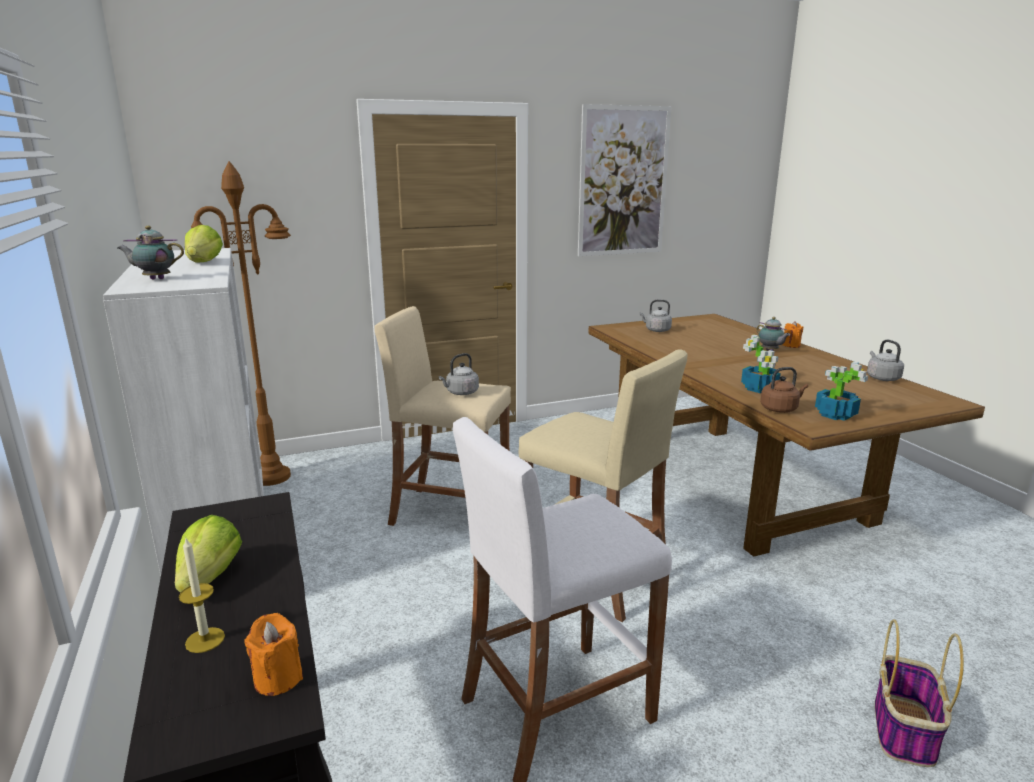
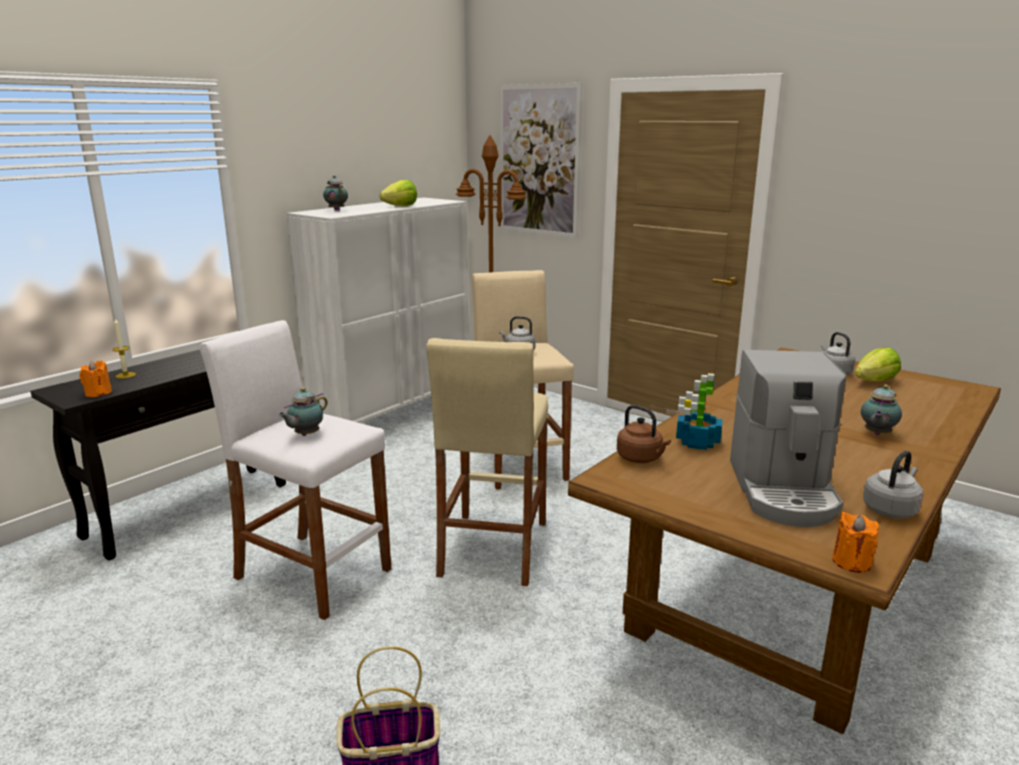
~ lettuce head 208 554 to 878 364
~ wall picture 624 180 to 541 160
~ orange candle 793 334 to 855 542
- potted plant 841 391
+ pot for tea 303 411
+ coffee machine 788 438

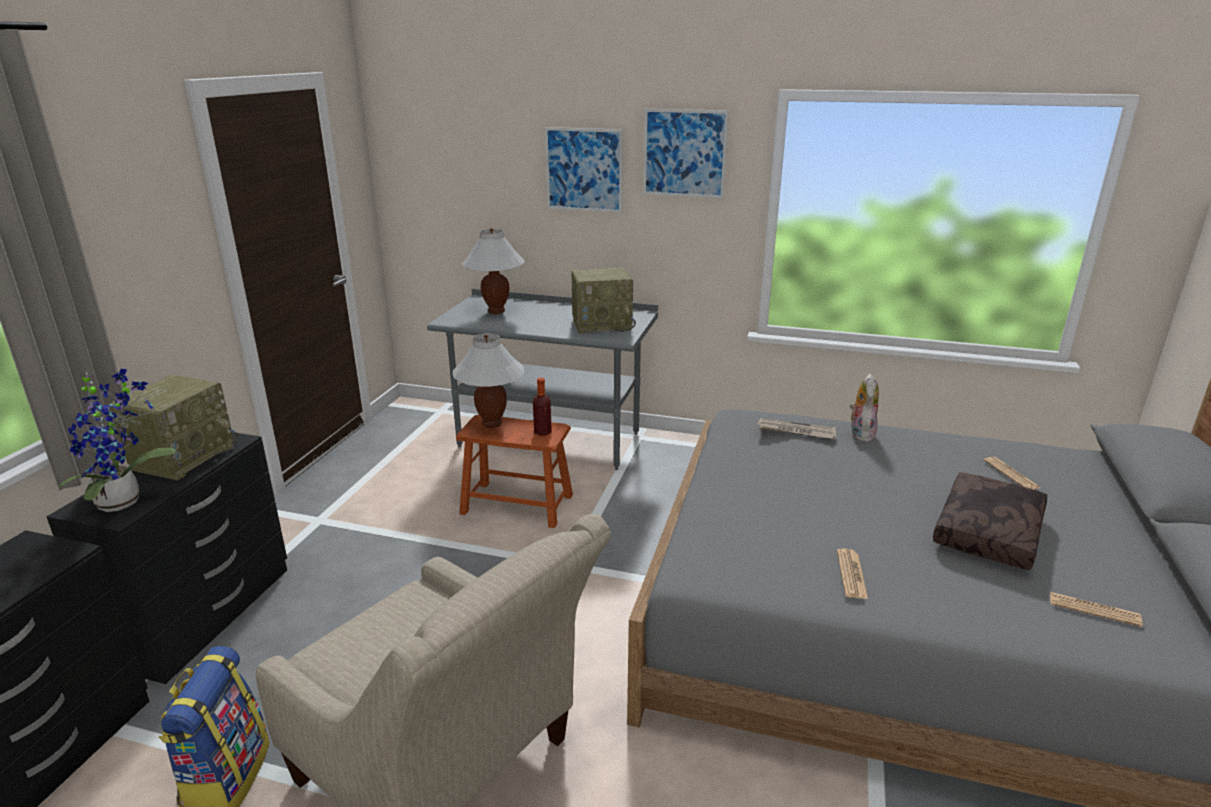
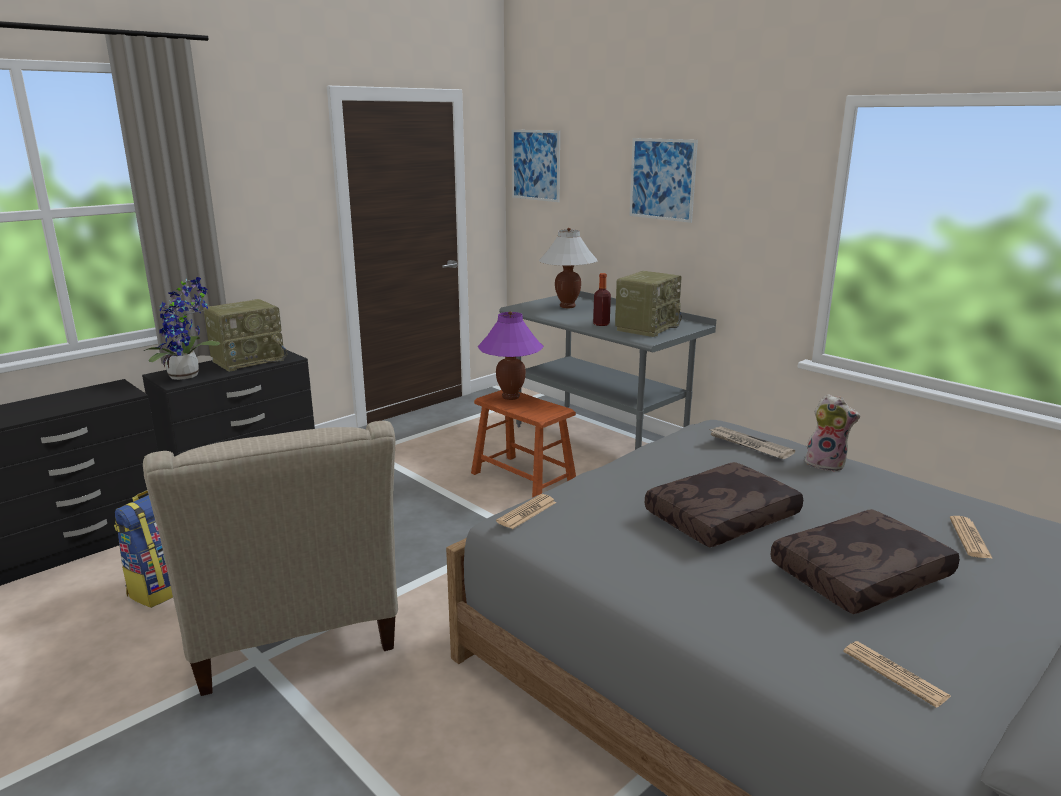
~ whitish lamp for a table 488 381 to purple lamp for a table 511 355
~ drink bottle 542 407 to 602 299
~ radio set 603 300 = 648 304 75 degrees counterclockwise
~ wall picture 686 153 to 536 166
~ newspaper 852 574 to 526 511
~ soft toy 864 407 = 832 433 75 degrees clockwise
+ brownish throw pillow 724 504

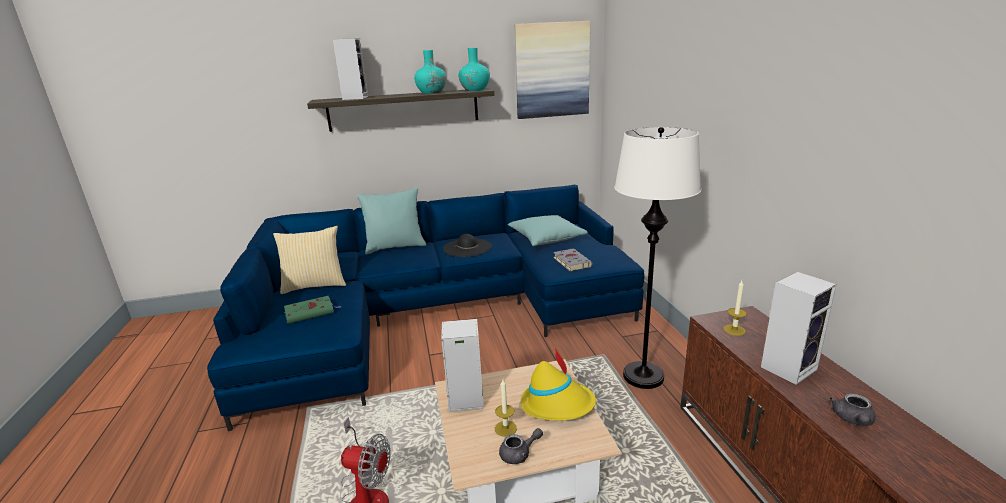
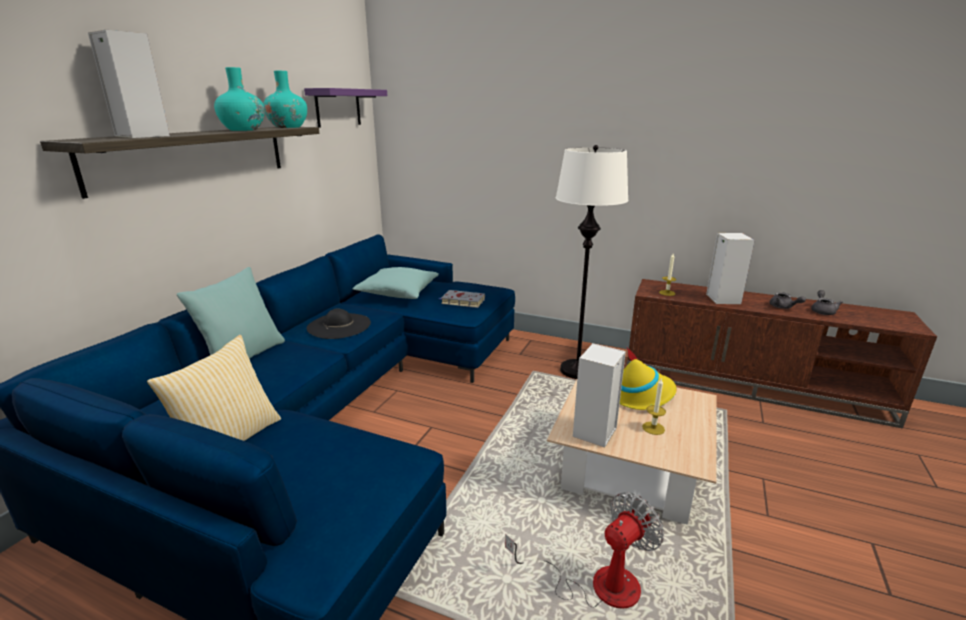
- green bound book 312 310
~ greyish pot for tea 521 446 to 827 302
~ wall picture 552 70 to purple bracket shelf 345 108

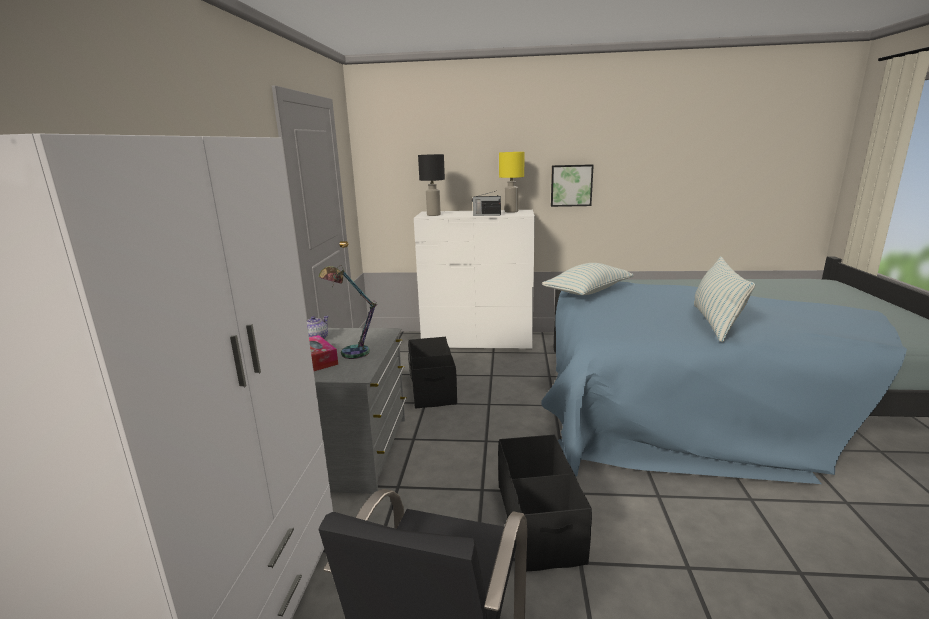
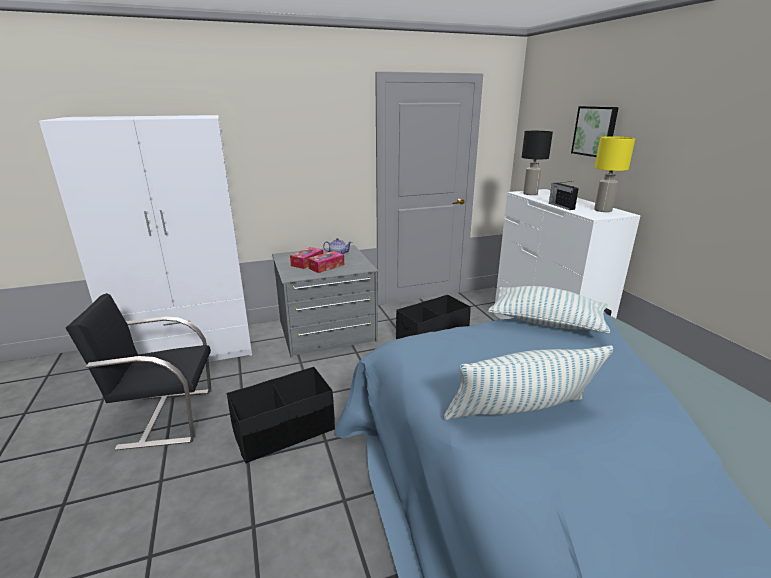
~ lamp for a table 347 312 to box of tissues 326 262
~ wall picture 572 185 to 595 131

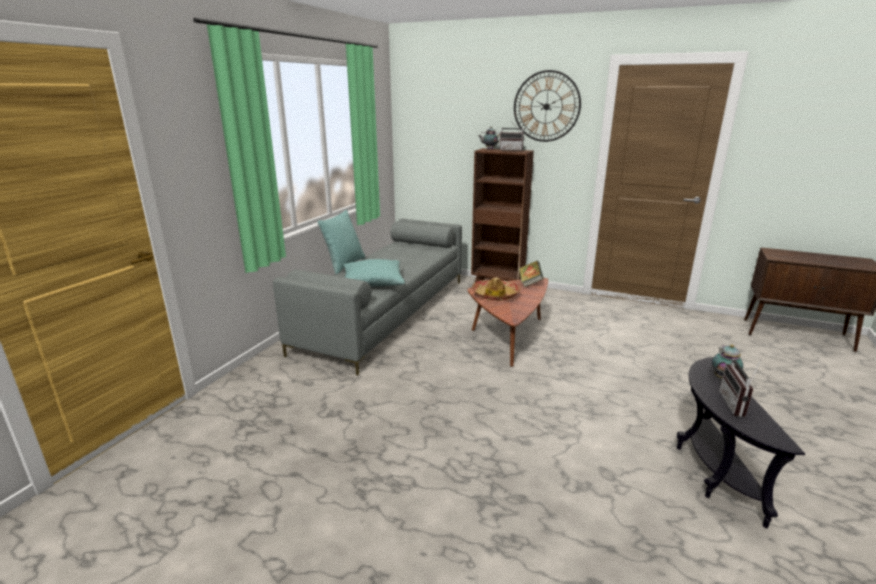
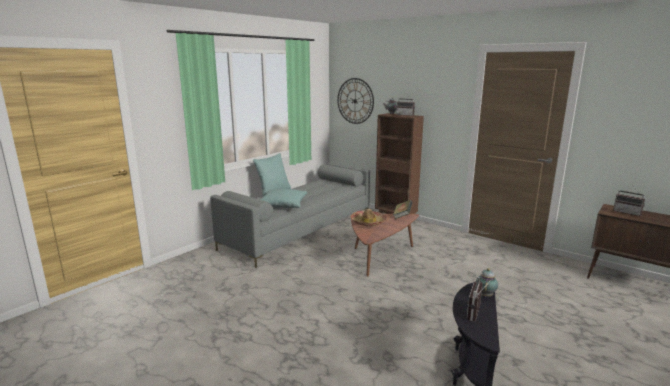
~ clock on the wall 547 106 to 355 101
+ radio set 629 201

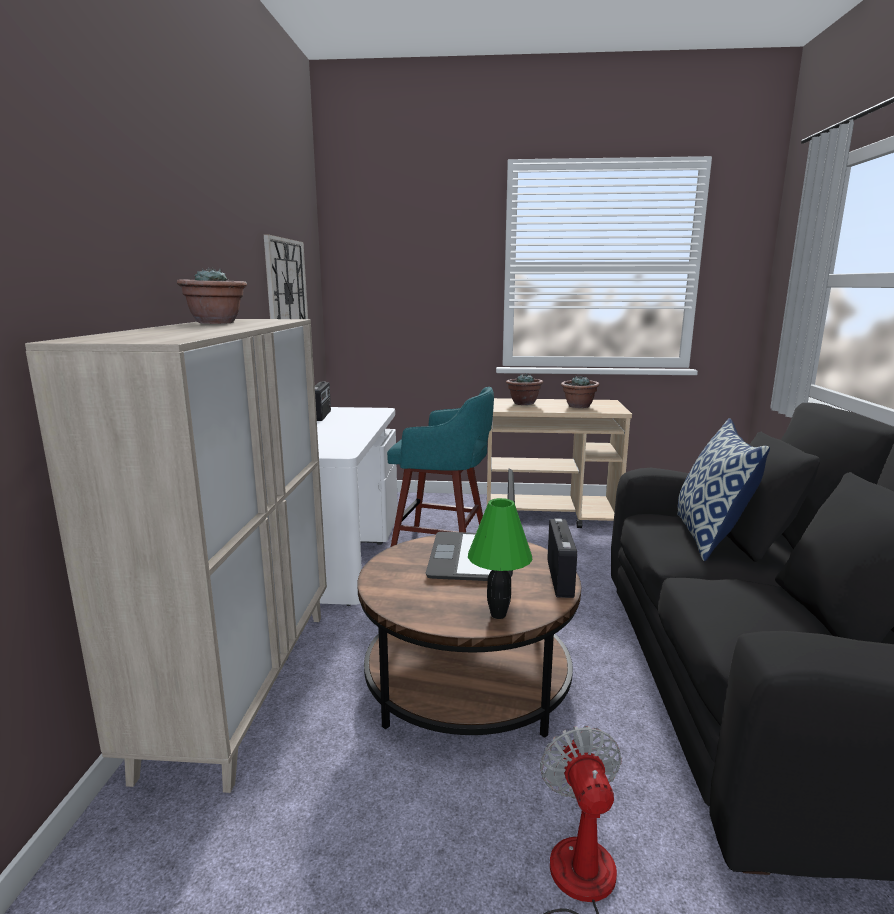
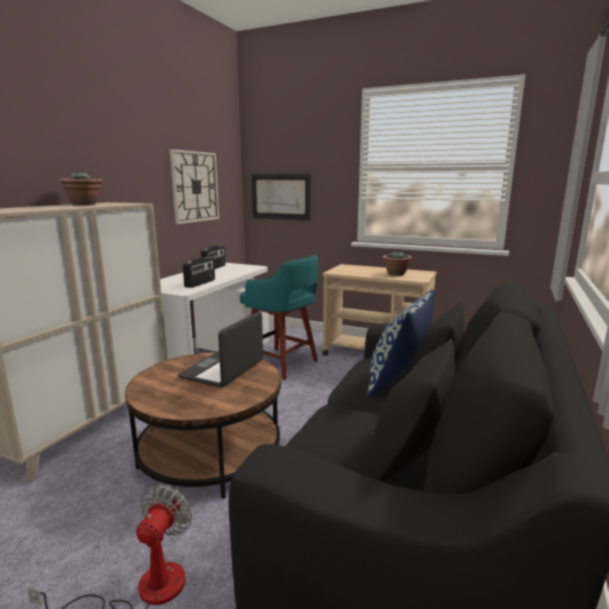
- green lamp for a table 500 558
- potted plant 524 389
~ radio set 562 558 to 199 272
+ wall picture 281 197

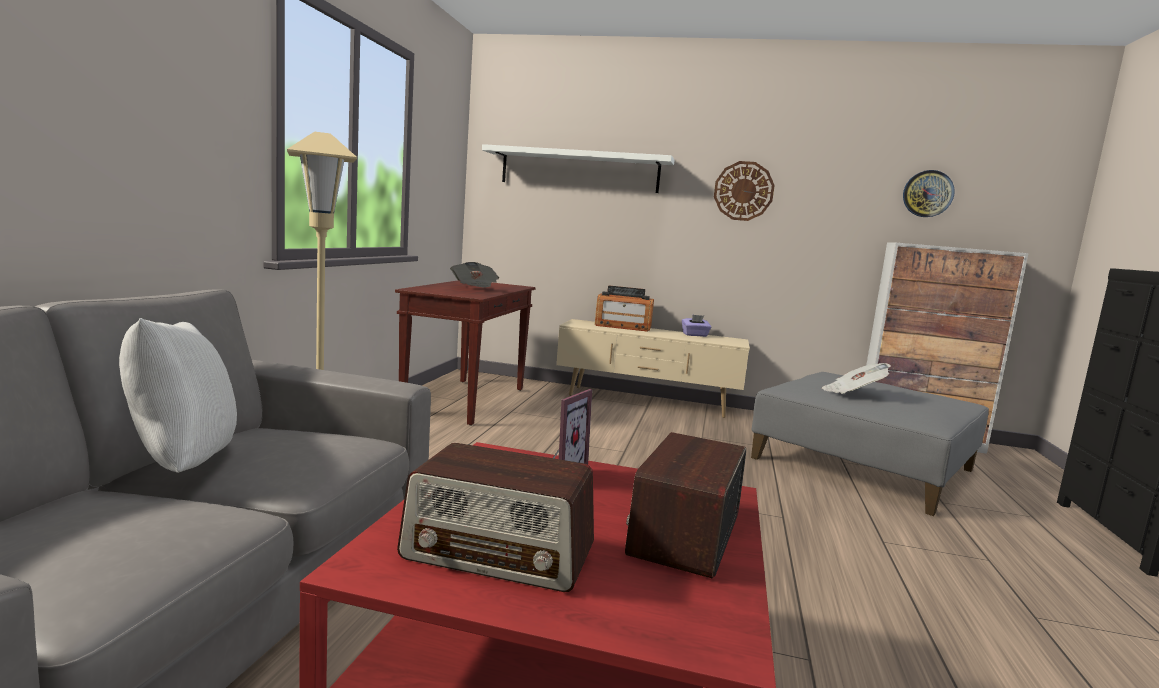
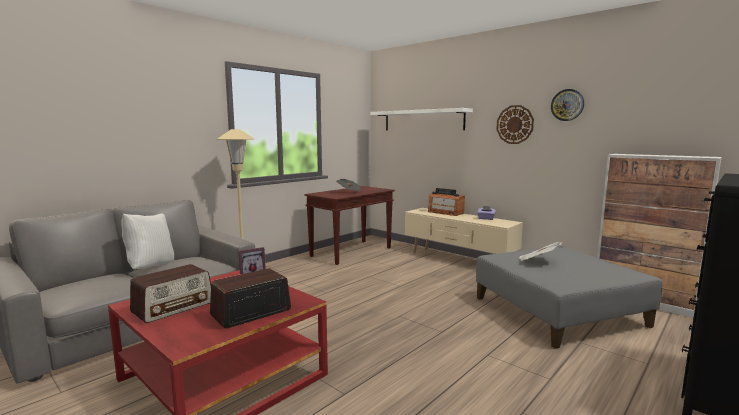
~ radio set 495 517 = 170 293 90 degrees counterclockwise
~ clock on the wall 929 193 to 567 105

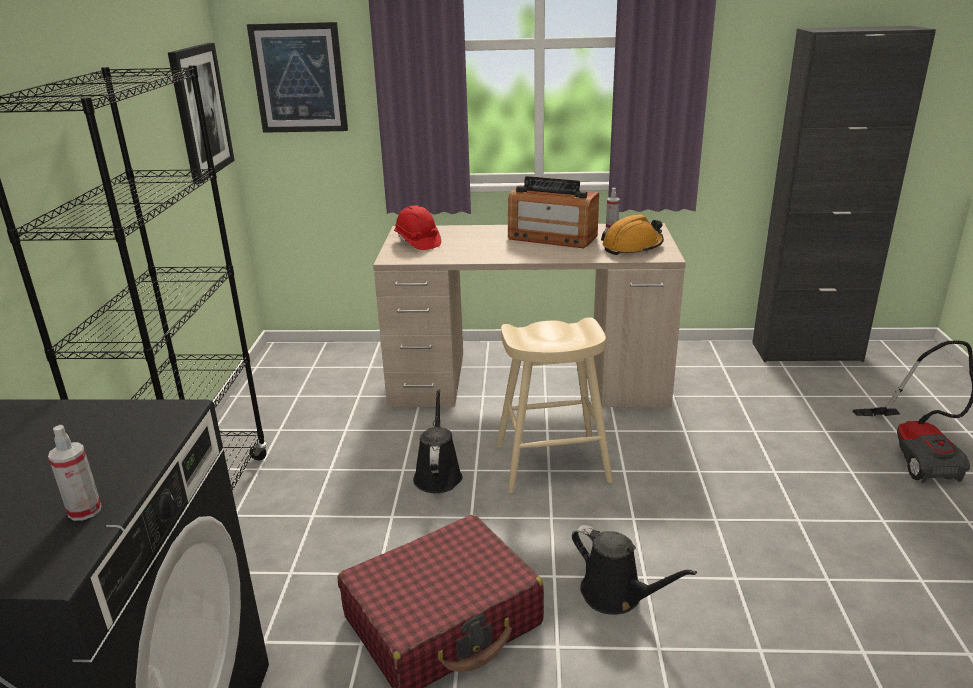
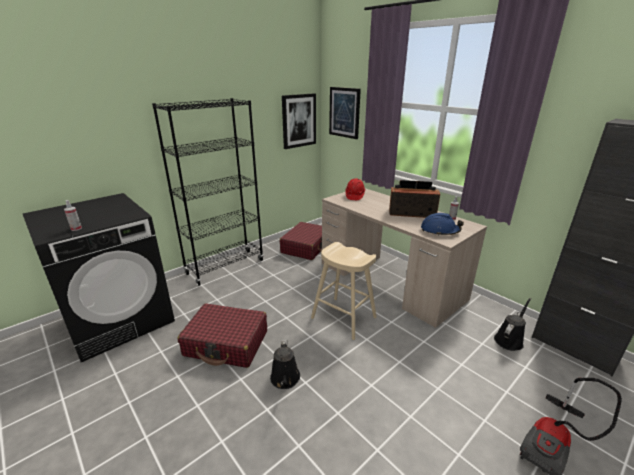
~ blackish watering can 437 441 to 512 324
~ radio set 553 212 = 414 199 120 degrees clockwise
~ orange hard hat 632 234 to blue hard hat 442 224
+ reddish suitcase 301 241

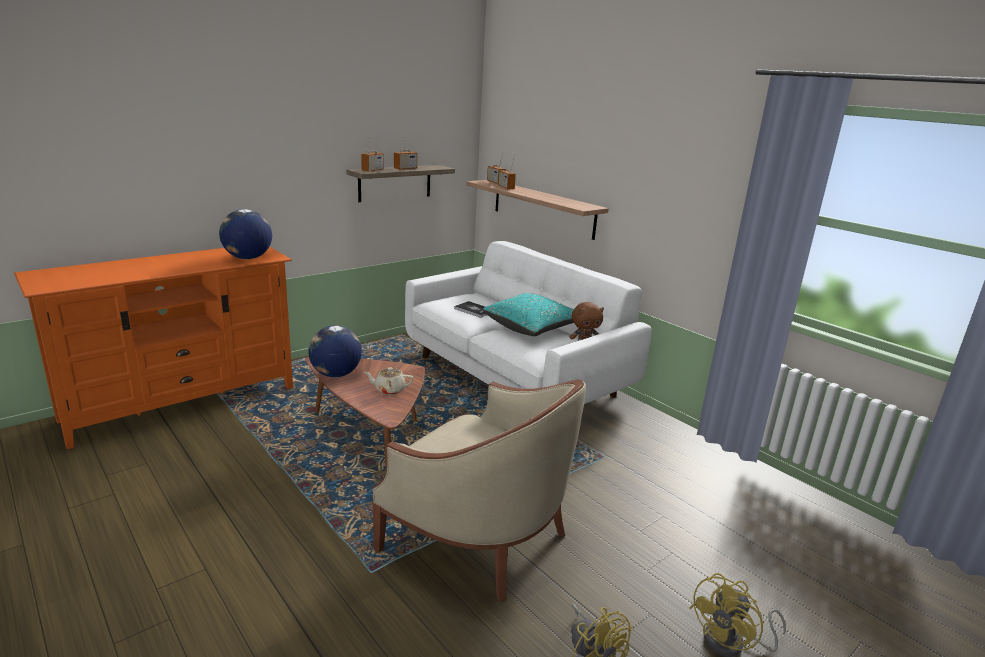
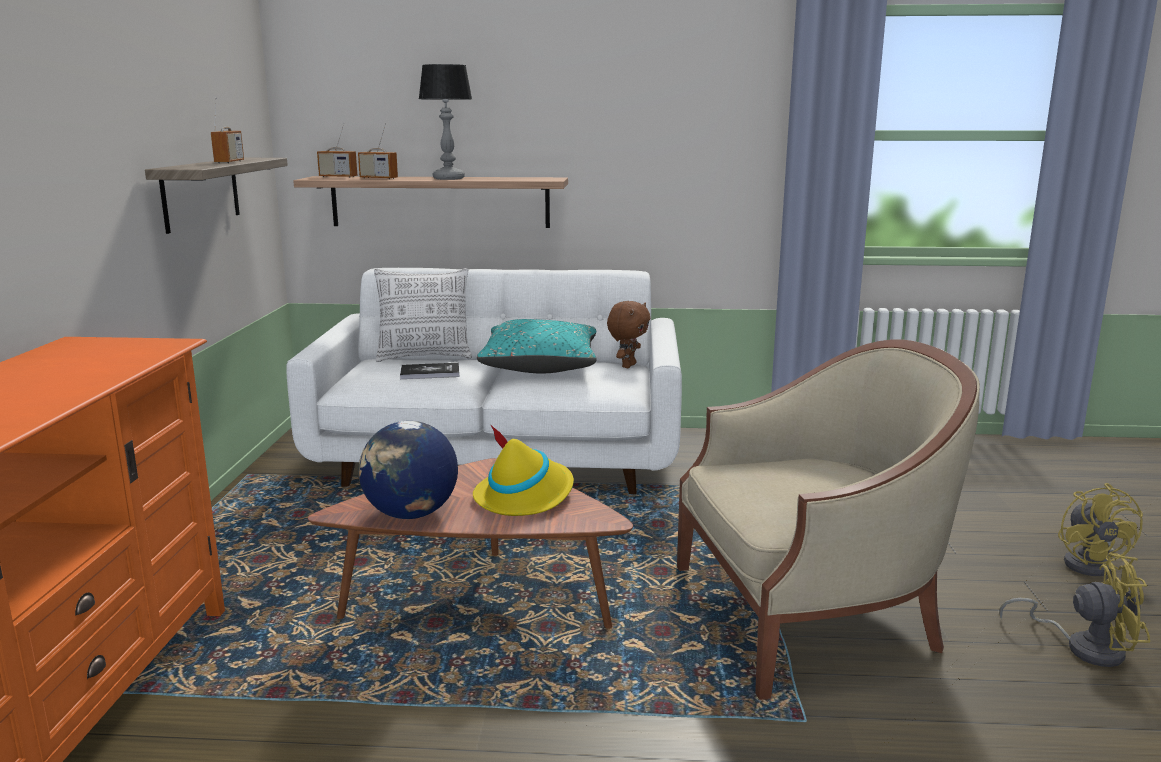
- world globe 245 234
- radio set 372 154
~ beige-coloured pot for tea 389 381 to yellow-coloured wearable hat 523 470
+ throw pillow 423 315
+ lamp for a table 445 122

